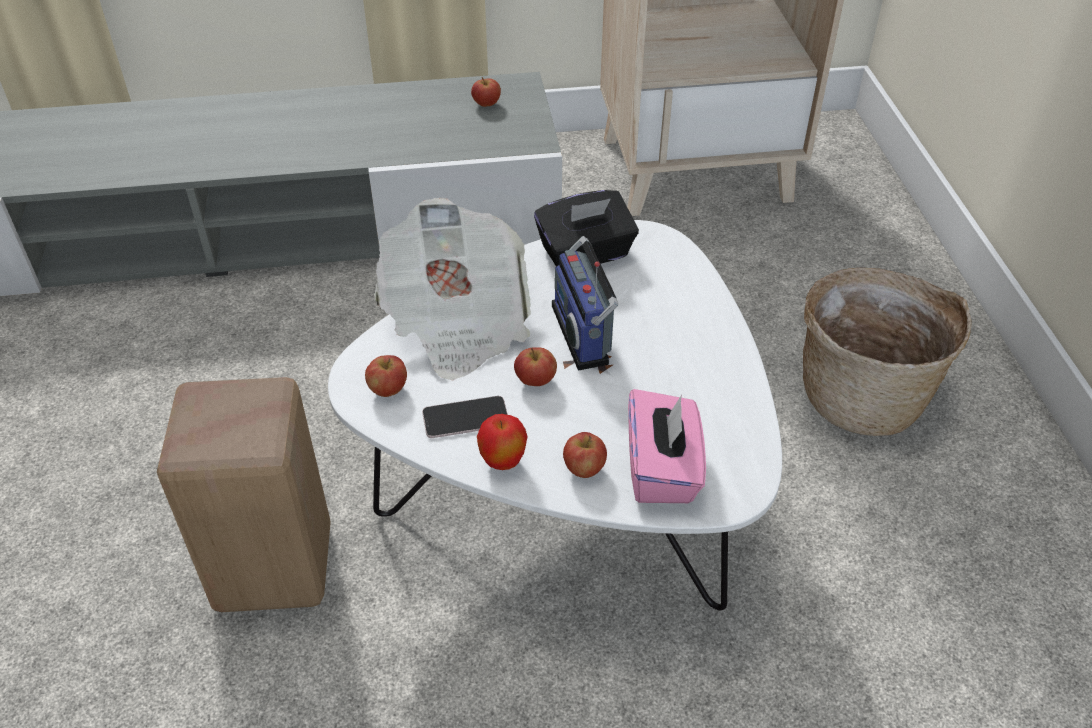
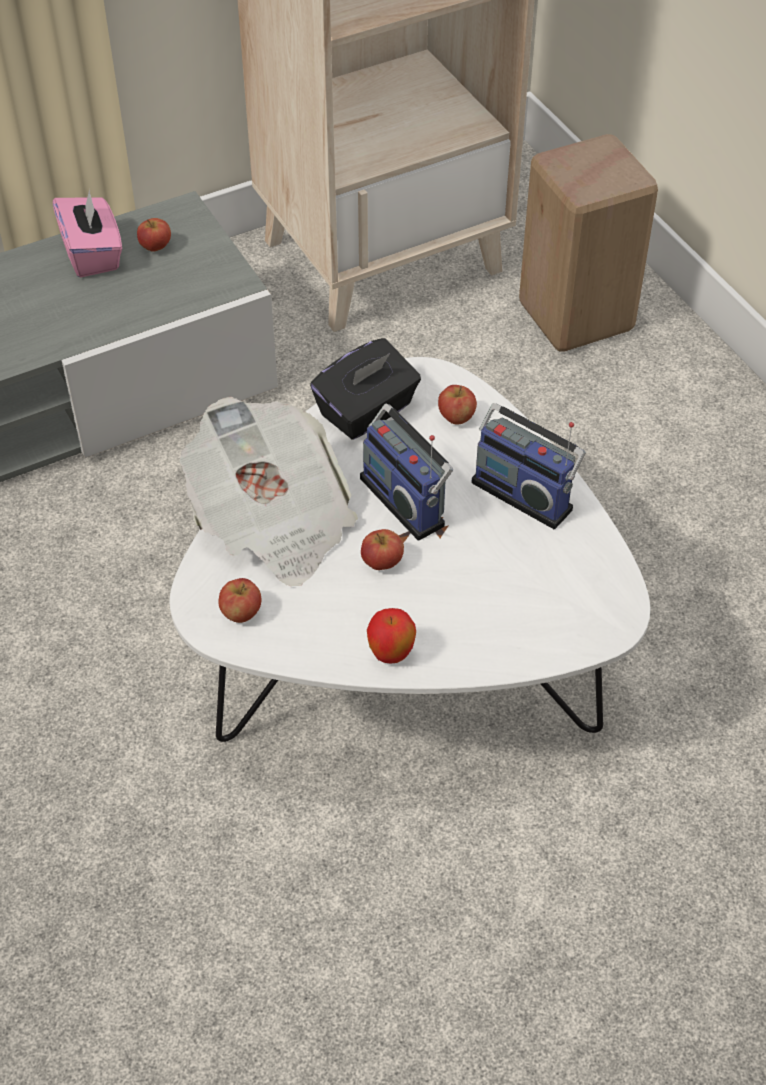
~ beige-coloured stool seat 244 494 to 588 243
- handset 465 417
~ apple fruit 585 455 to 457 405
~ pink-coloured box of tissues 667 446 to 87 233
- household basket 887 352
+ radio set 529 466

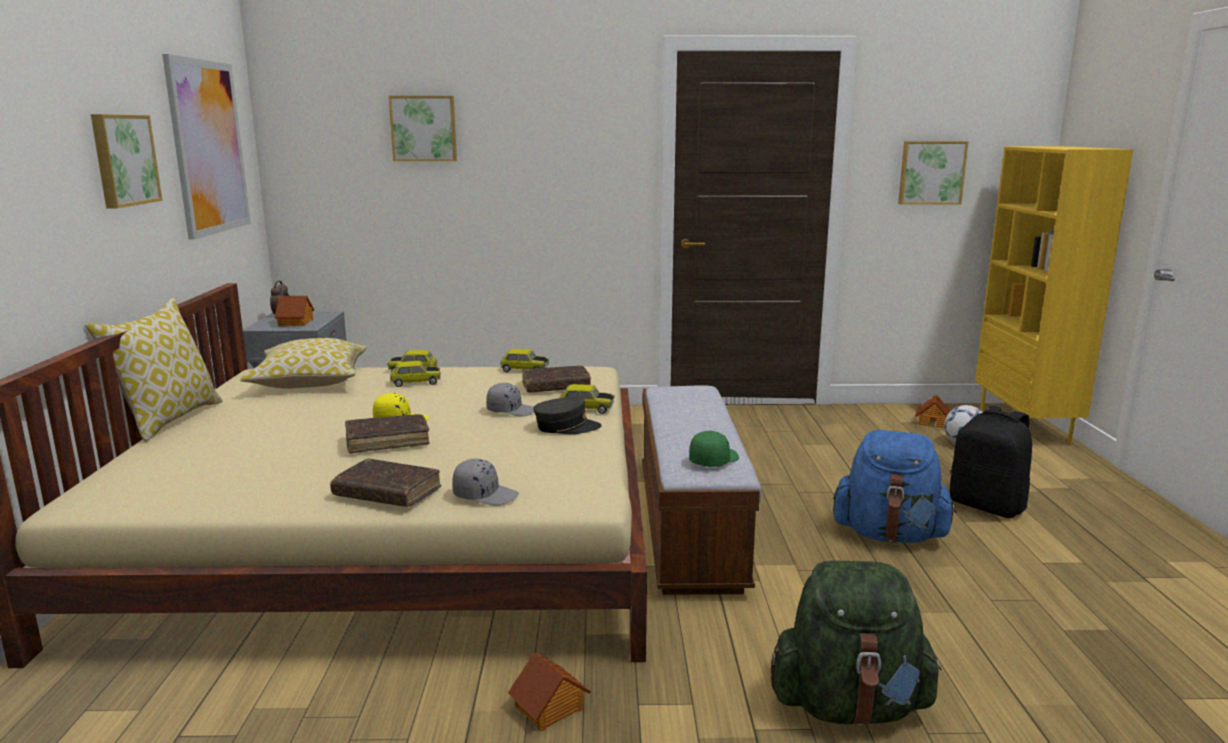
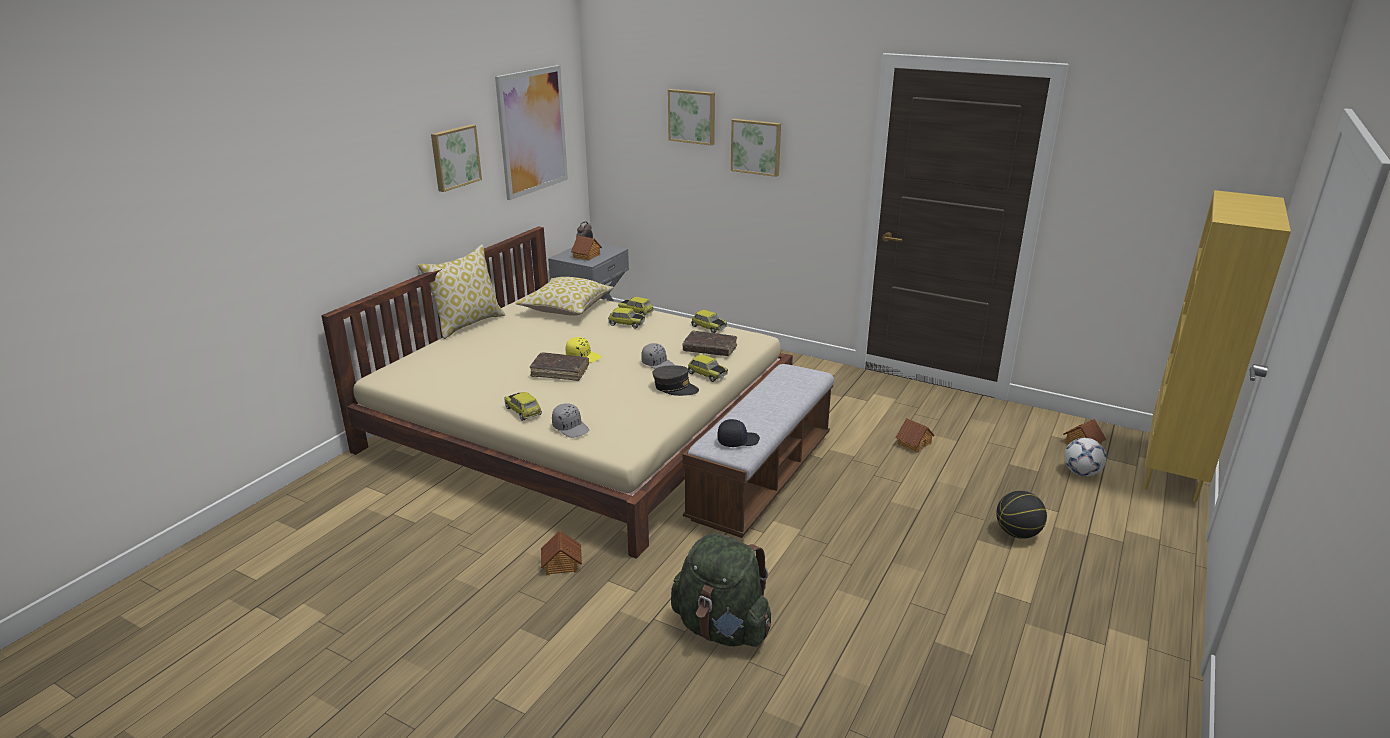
~ brownish bound book 385 483 to toy car 523 406
~ green baseball cap 714 449 to blackish baseball cap 738 433
- blue backpack 895 486
~ wall picture 933 173 to 756 148
~ blackish backpack 991 462 to basketball ball 1021 515
+ toy house 915 435

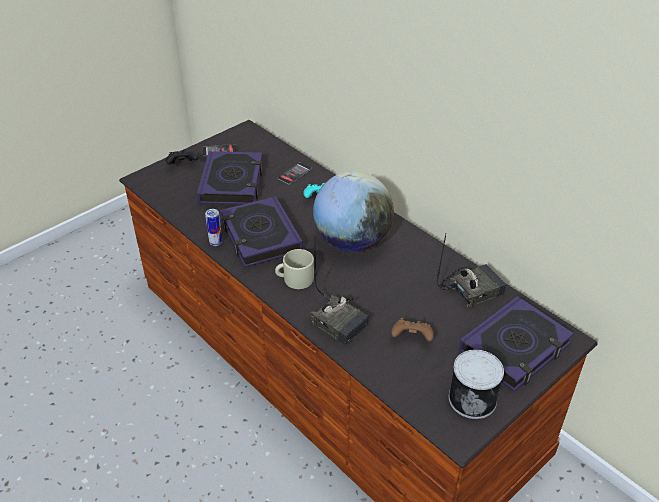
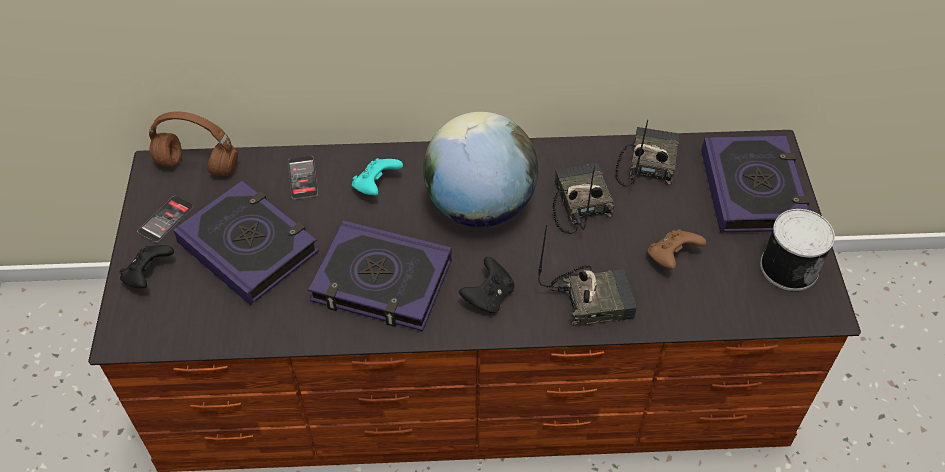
- can 213 227
~ beige-coloured mug 294 269 to blackish gamepad 486 285
+ brownish pair of headphones 193 143
+ radio set 583 198

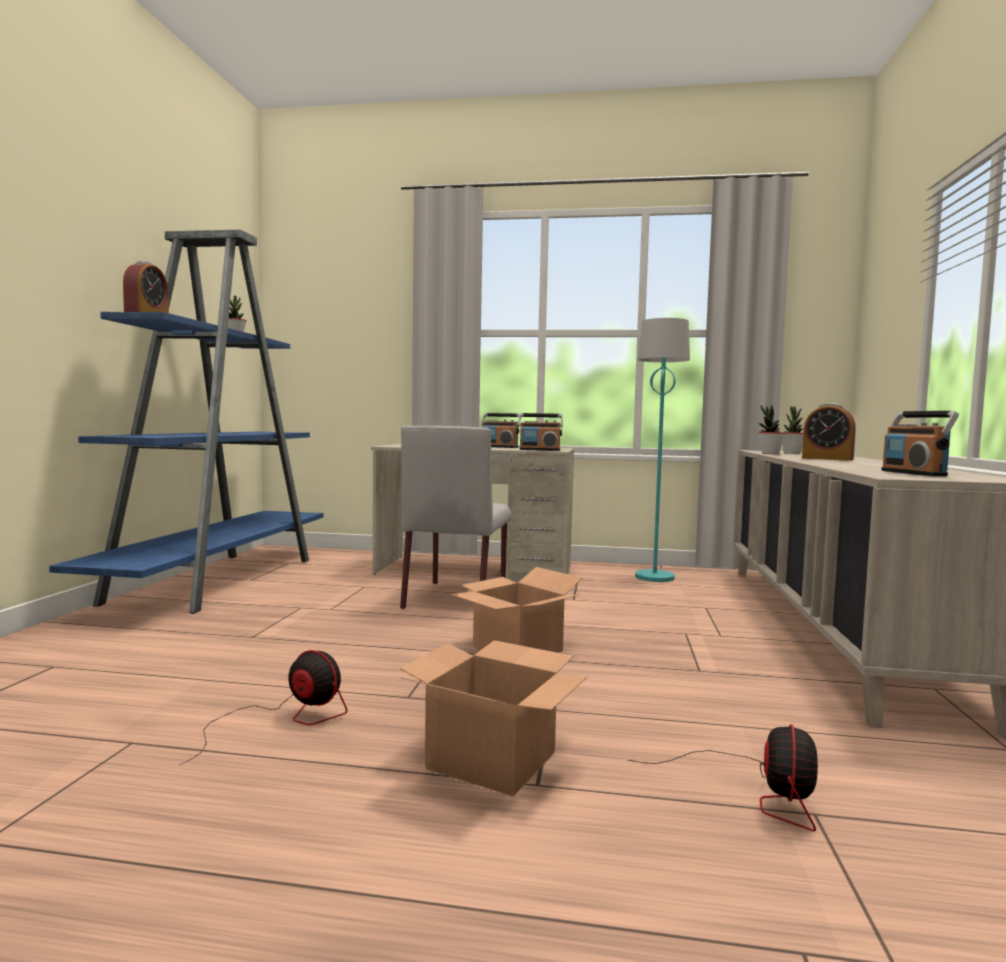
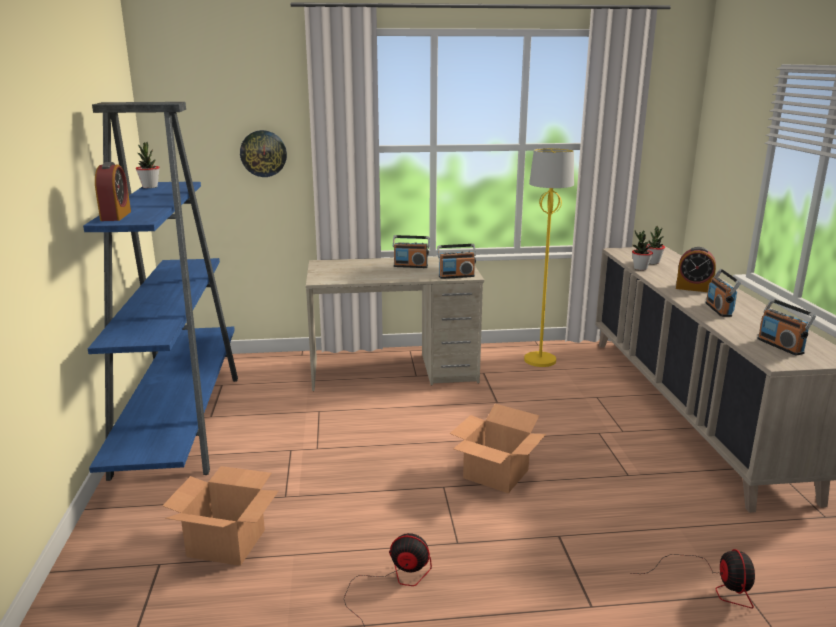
- greyish plain chair 455 517
~ packing box 493 718 to 220 516
~ turquoise-coloured standard lamp 662 450 to yellow-coloured standard lamp 549 257
+ clock on the wall 263 153
+ radio set 723 292

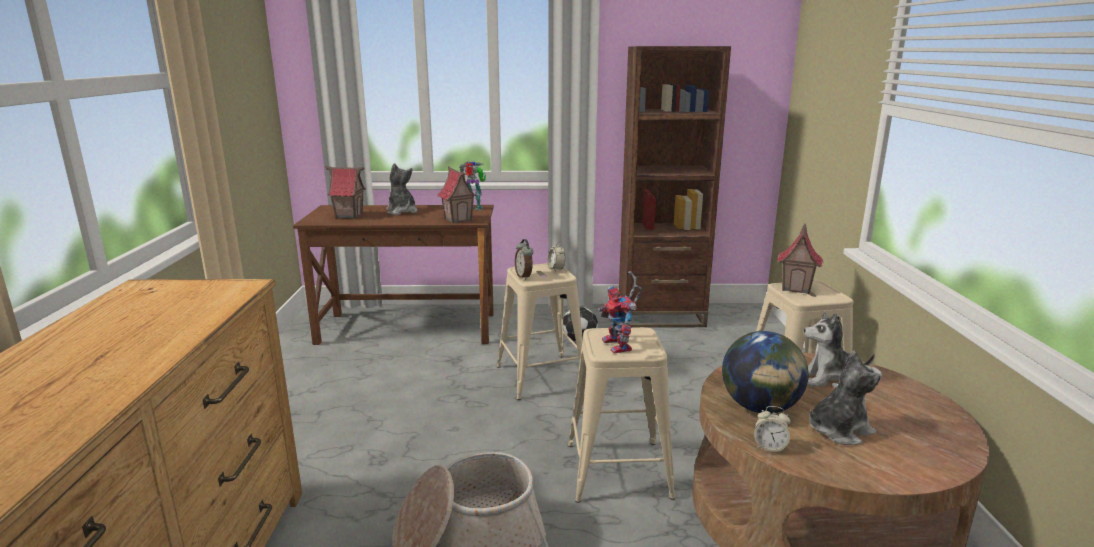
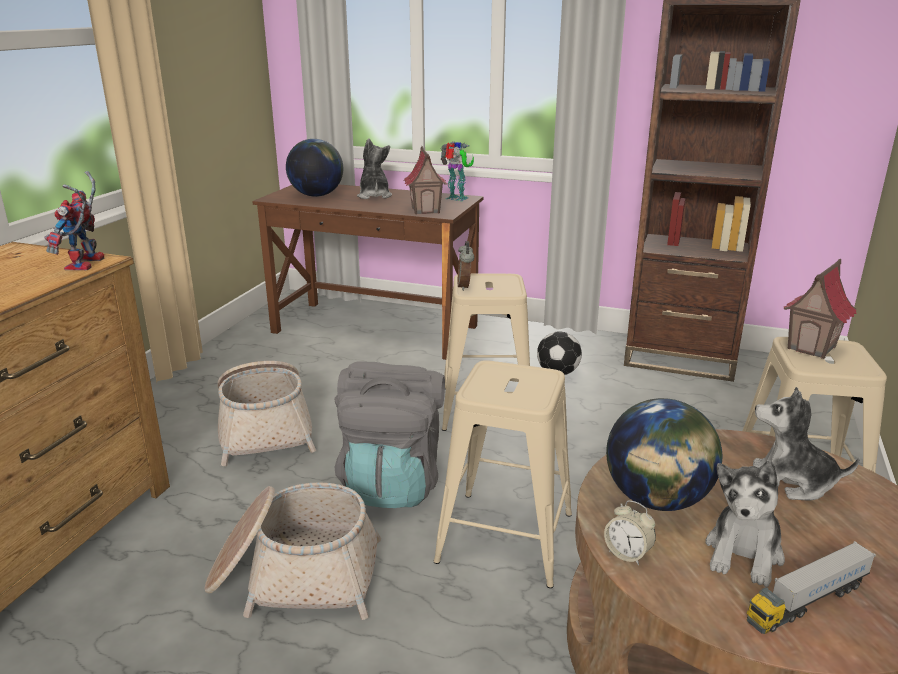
~ toy house 345 192 to world globe 314 168
- alarm clock 556 256
~ model robot 620 312 to 74 220
~ soft toy 845 397 = 745 524 120 degrees clockwise
+ household basket 266 413
+ greyish backpack 389 434
+ toy lorry 811 587

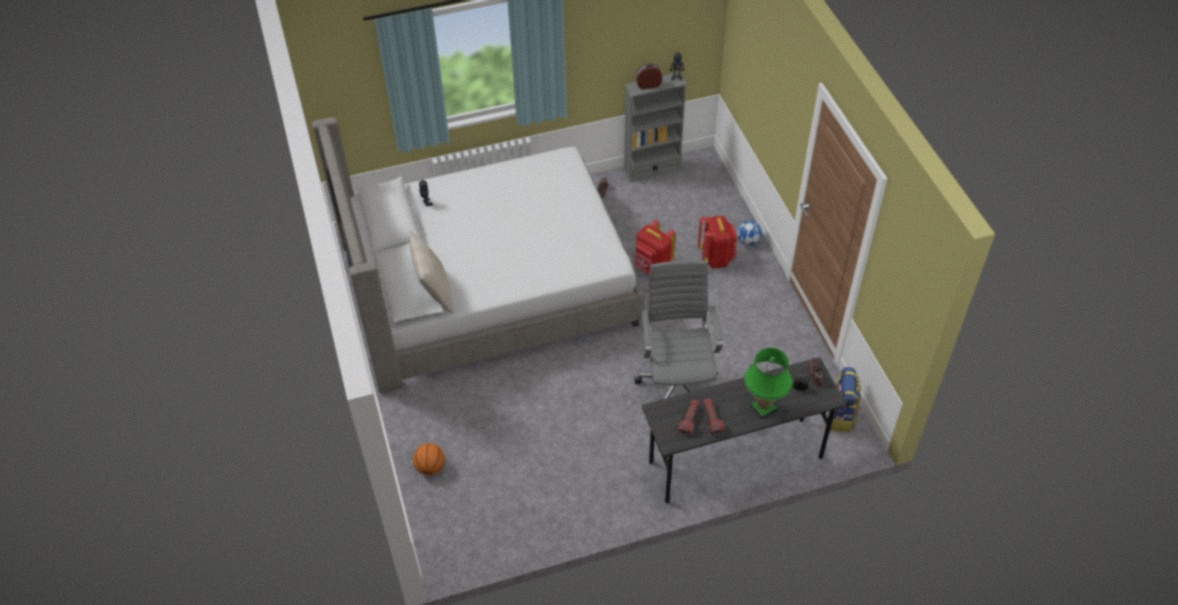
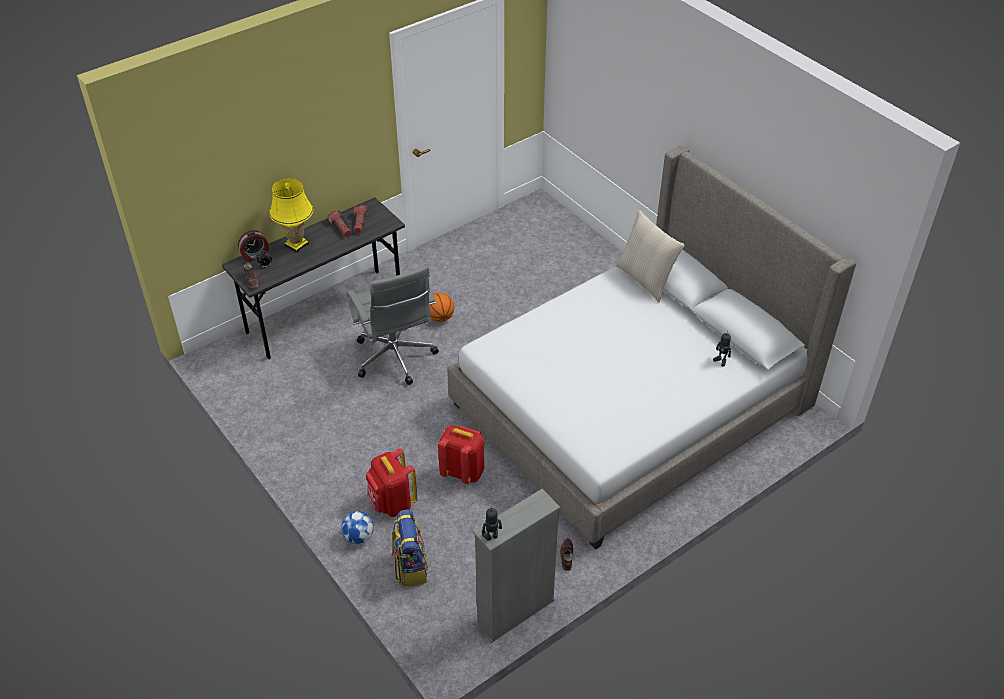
~ basketball ball 429 459 to 441 307
~ alarm clock 649 76 to 253 246
~ green lamp for a table 768 383 to yellow-coloured lamp for a table 291 216
~ backpack 844 399 to 410 548

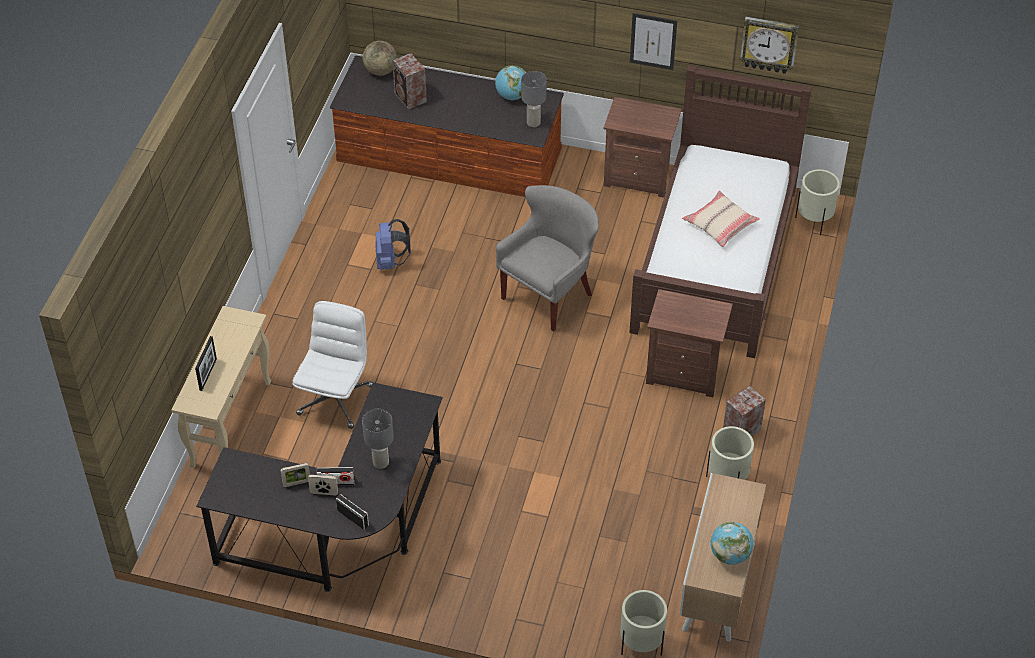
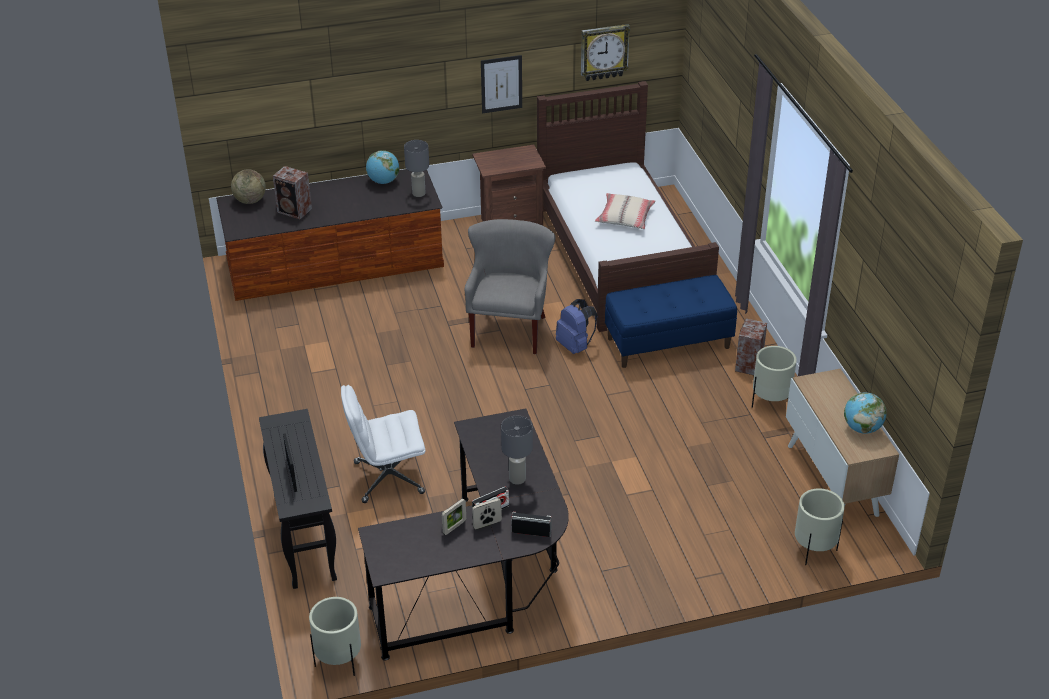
~ beige-coloured narrow table 221 387 to blackish narrow table 298 499
~ whitish desk chair 332 365 = 383 444 90 degrees counterclockwise
~ blue backpack 393 244 to 576 326
~ brownish bedside table 689 343 to blue bench 671 321
~ beige-coloured planter 817 202 to 335 636

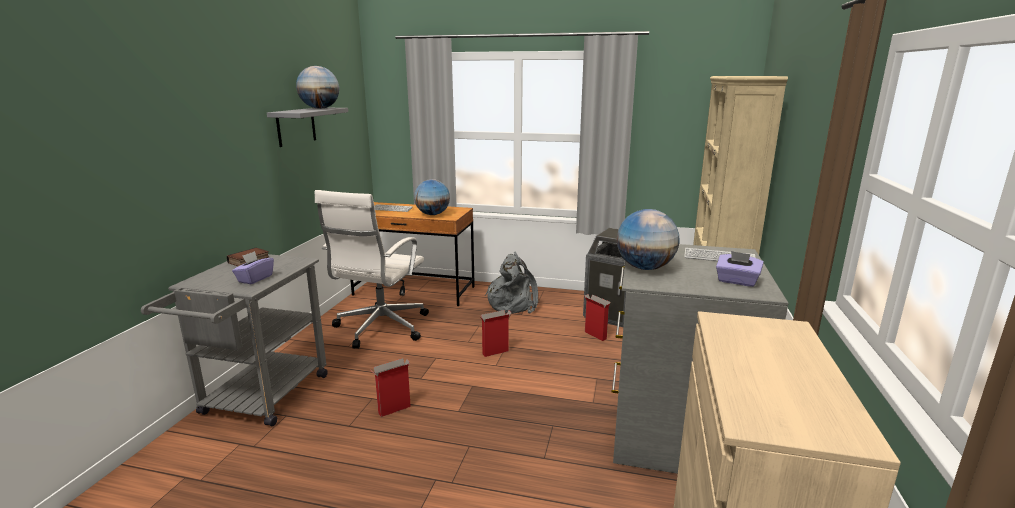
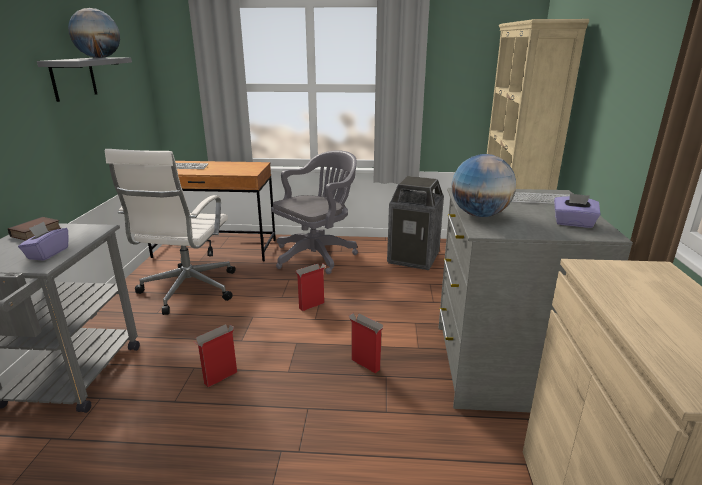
- world globe 432 197
~ greyish backpack 511 282 to greyish desk chair 315 212
~ packing box 597 317 to 366 343

